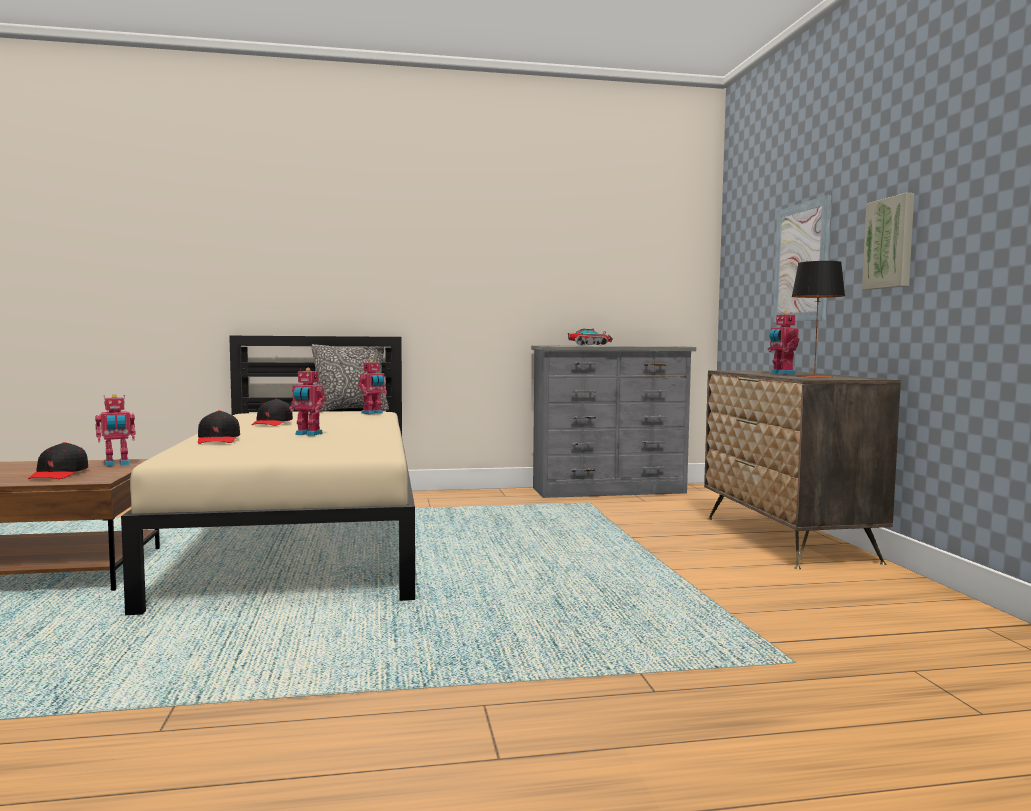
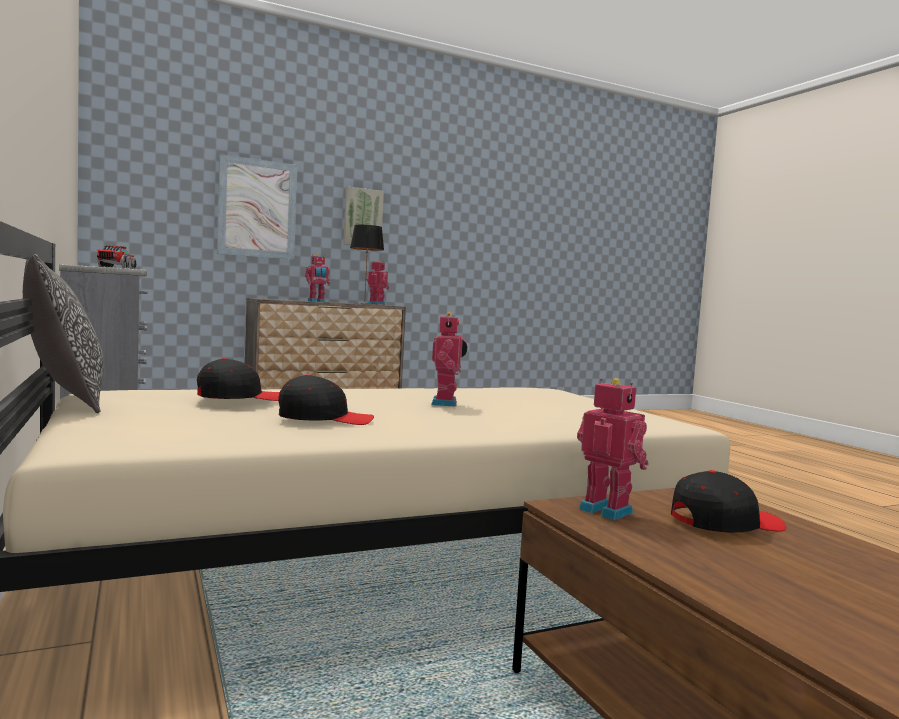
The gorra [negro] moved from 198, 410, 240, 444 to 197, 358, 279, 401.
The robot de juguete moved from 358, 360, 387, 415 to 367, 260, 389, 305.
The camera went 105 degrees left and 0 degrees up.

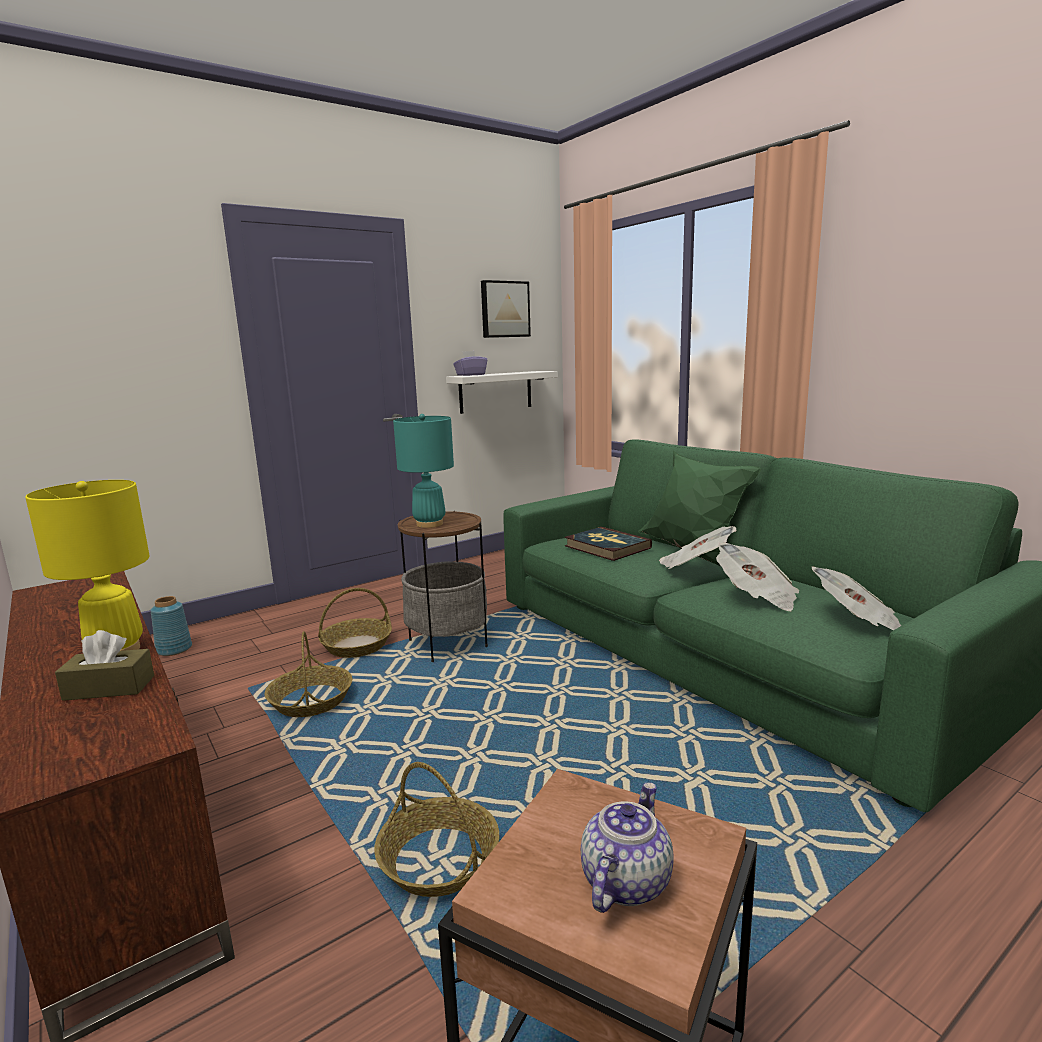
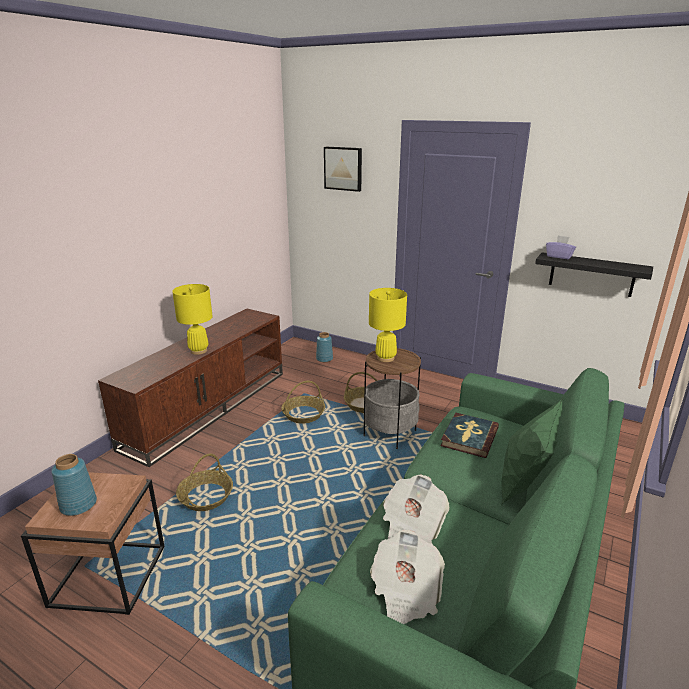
The caja de pañuelos [marrón] at 55, 630, 154, 701 disappeared.
The lámpara de mesa [turquesa] at 393, 414, 454, 528 became the lámpara de mesa [amarillo] at 369, 288, 407, 362.
The estante [blanco] at 446, 371, 558, 414 became the estante [negro] at 535, 252, 653, 297.
The cuadro moved from 481, 280, 531, 338 to 324, 147, 362, 192.
The tetera at 581, 782, 674, 913 was replaced by the florero [azul] at 51, 454, 97, 516.
The periódico at 659, 526, 736, 569 disappeared.
The camera went 65 degrees right and 10 degrees up.

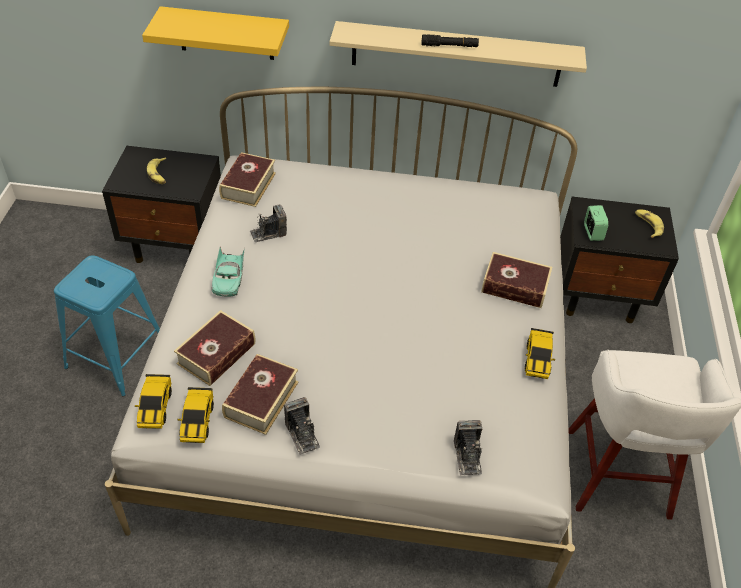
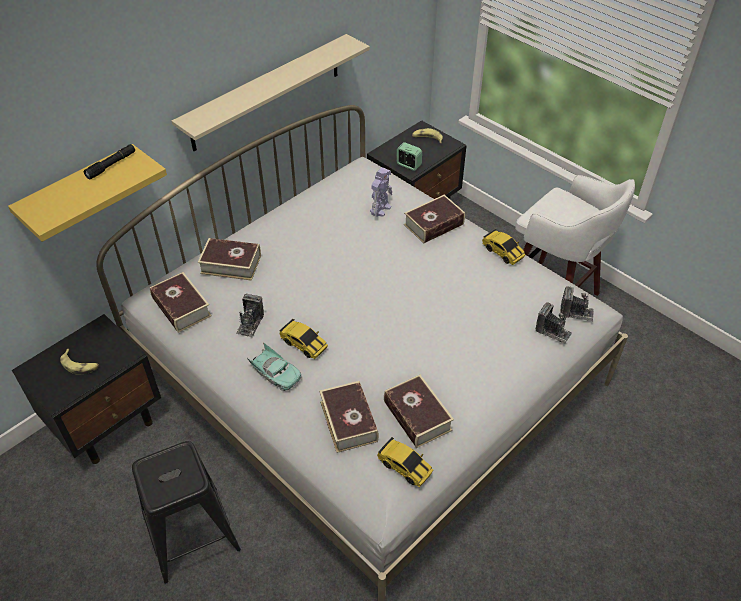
The taburete [azul] at 54, 255, 160, 396 became the taburete [negro] at 132, 441, 241, 584.
The coche de juguete moved from 135, 374, 172, 429 to 279, 319, 328, 359.
The cámara moved from 284, 397, 320, 455 to 561, 286, 594, 321.
The linterna [negro] moved from 422, 34, 479, 47 to 83, 144, 135, 179.
The libro at 198, 238, 261, 281 appeared.
The robot de juguete at 370, 167, 392, 217 appeared.
The camera went 50 degrees left and 0 degrees up.

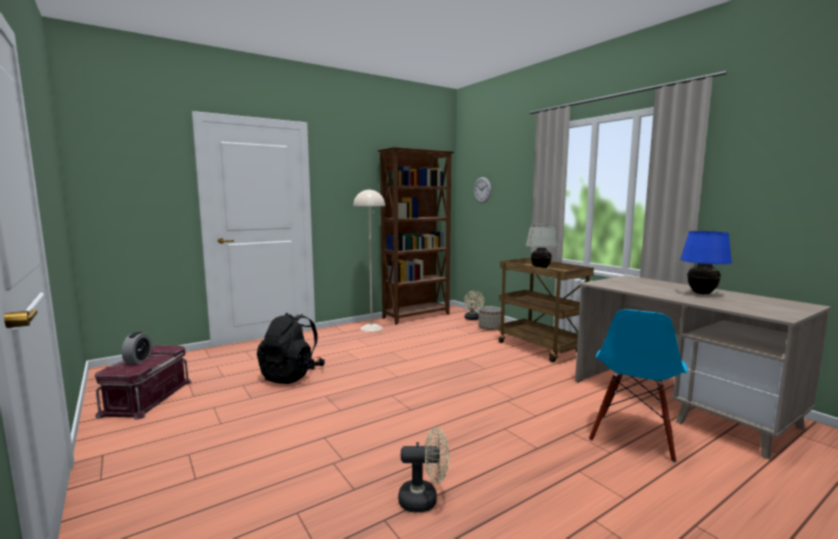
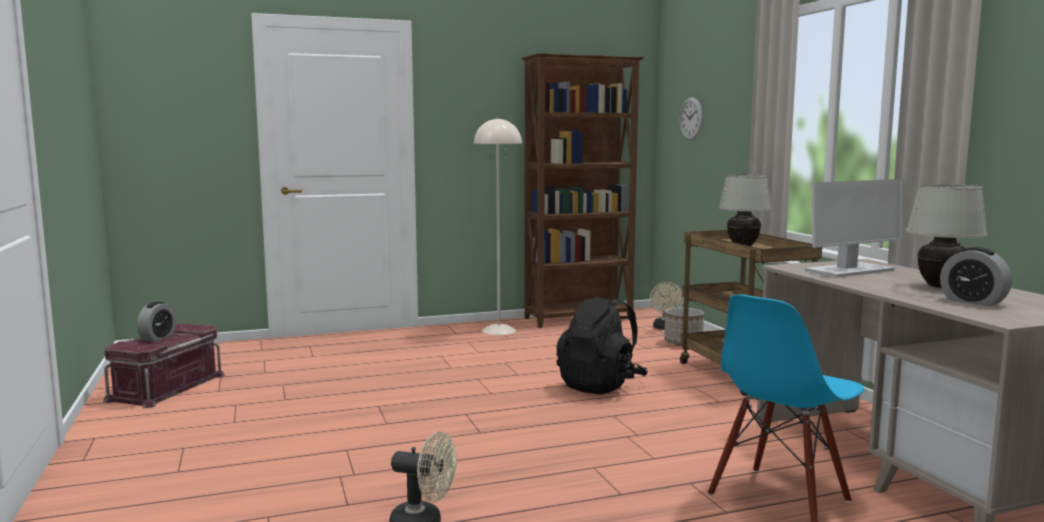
The mochila [negro] moved from 257, 313, 325, 384 to 556, 295, 648, 395.
The lámpara de mesa [azul] at 680, 231, 732, 294 became the lámpara de mesa [blanco] at 906, 184, 987, 288.
The monitor at 805, 179, 905, 278 appeared.
The despertador at 940, 247, 1012, 307 appeared.
The camera went 15 degrees right and 0 degrees up.

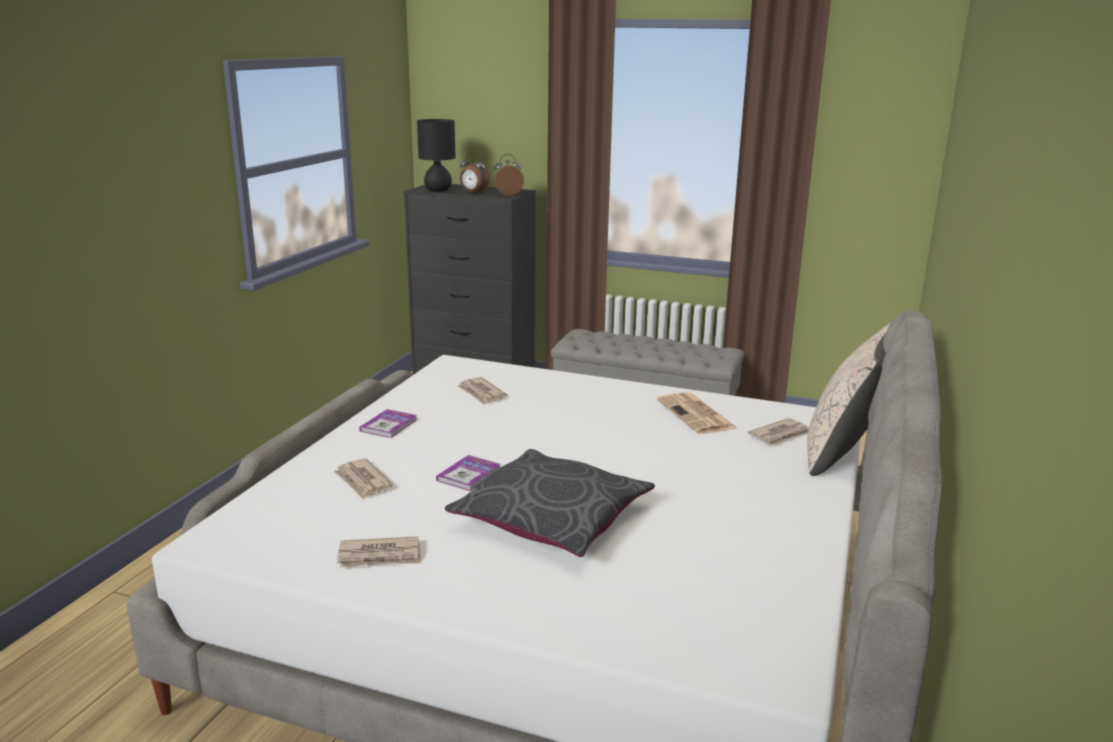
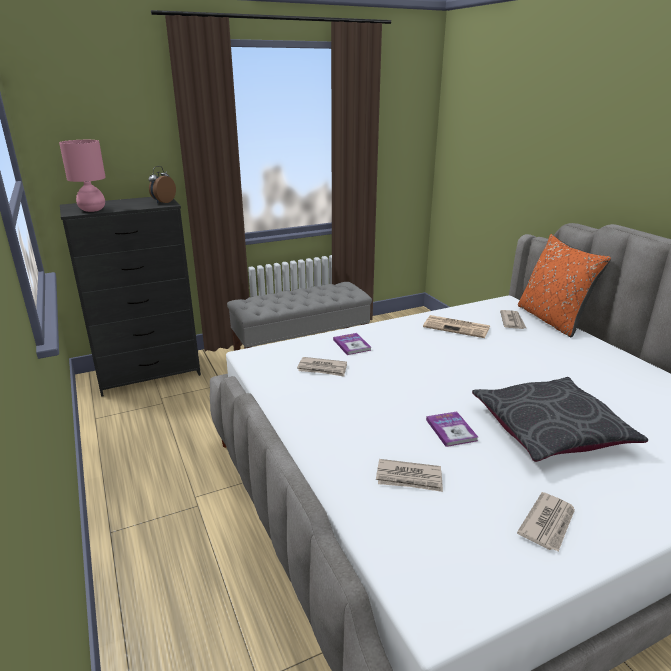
The libro moved from 359, 409, 417, 438 to 333, 333, 371, 355.
The lámpara de mesa [negro] at 417, 119, 456, 192 became the lámpara de mesa [rosa] at 59, 140, 106, 212.
The despertador at 460, 153, 490, 194 disappeared.
The cojín [beis] at 807, 323, 891, 476 became the cojín [naranja] at 518, 234, 611, 338.
The camera went 45 degrees left and 5 degrees up.

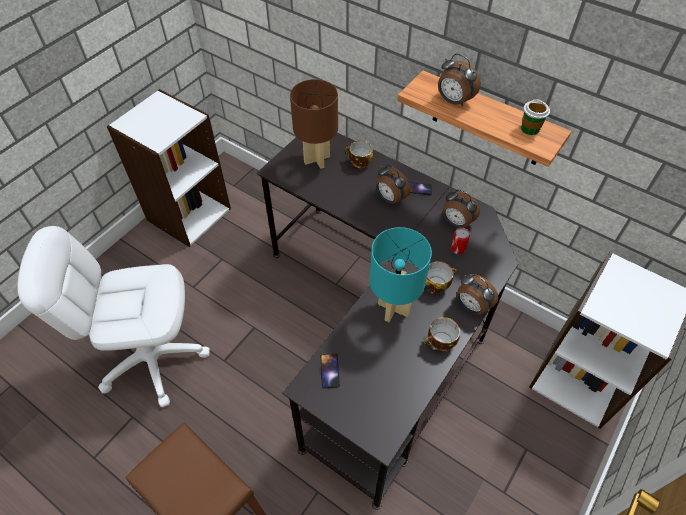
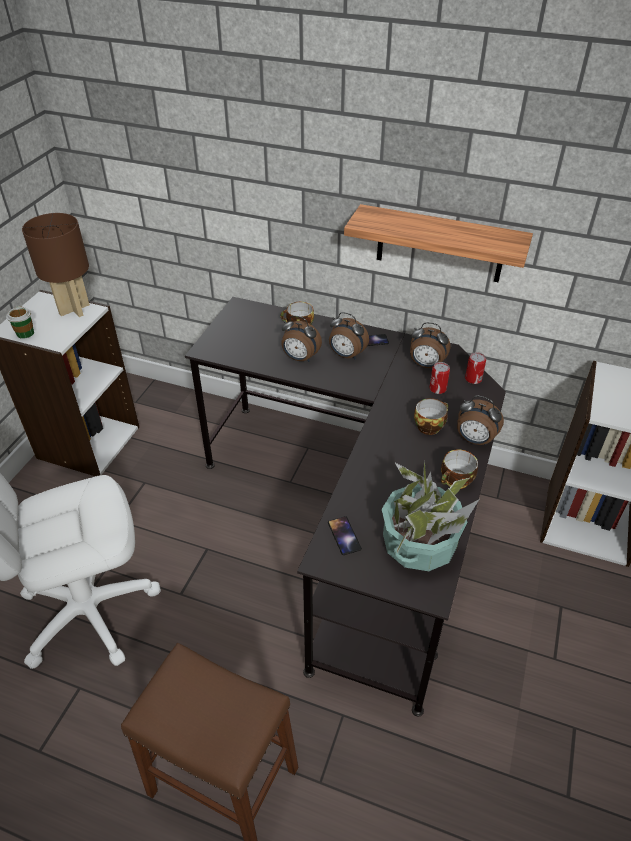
The lámpara de mesa [marrón] moved from 290, 79, 338, 169 to 22, 213, 90, 317.
The lámpara de mesa [turquesa] at 369, 227, 432, 322 disappeared.
The despertador moved from 438, 54, 481, 107 to 281, 315, 322, 362.
The taza moved from 521, 99, 550, 135 to 6, 306, 34, 339.
The planta en maceta at 382, 461, 479, 571 appeared.
The lata at 465, 352, 486, 384 appeared.
The camera went 15 degrees left and 10 degrees down.

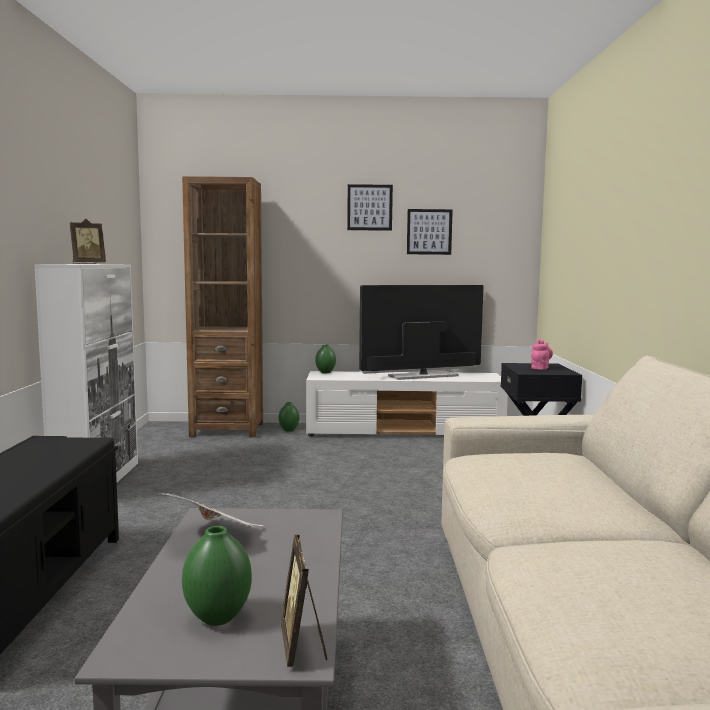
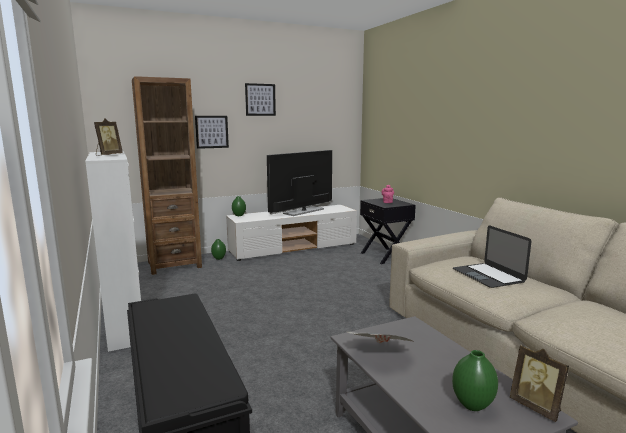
The cuadro moved from 407, 209, 453, 255 to 195, 116, 229, 149.
The portátil at 453, 226, 532, 288 appeared.
The camera went 25 degrees left and 5 degrees up.

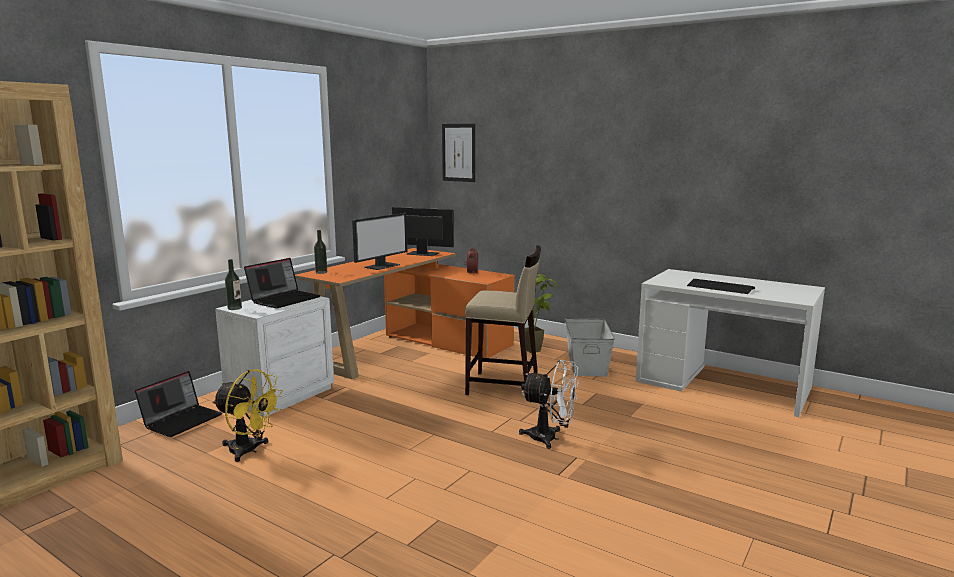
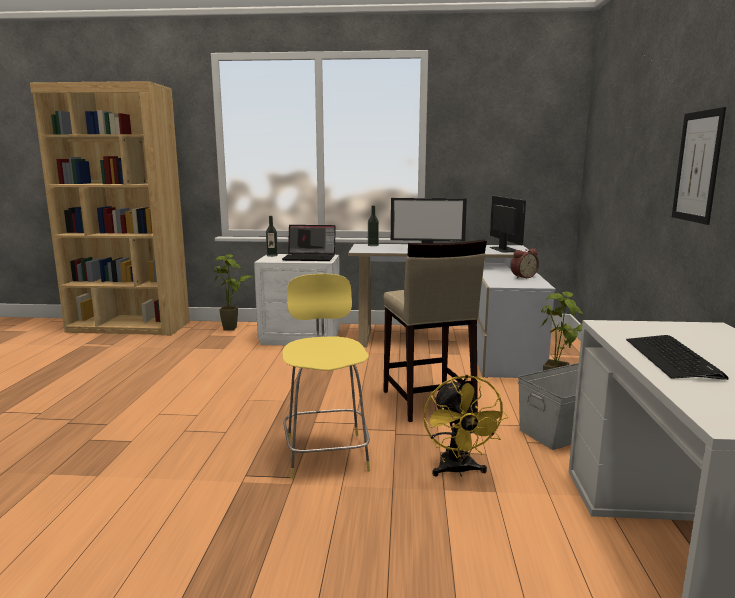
The portátil at 135, 371, 222, 437 was replaced by the planta en maceta at 213, 254, 254, 331.
The ventilador [amarillo] moved from 212, 369, 283, 462 to 423, 375, 508, 477.
The escritorio [naranja] at 295, 248, 515, 379 became the escritorio [blanco] at 348, 244, 555, 378.
The cuadro moved from 442, 124, 475, 182 to 672, 107, 726, 225.
The ventilador [blanco] at 519, 360, 579, 449 was replaced by the taburete [amarillo] at 282, 274, 370, 479.
The camera went 60 degrees right and 0 degrees up.

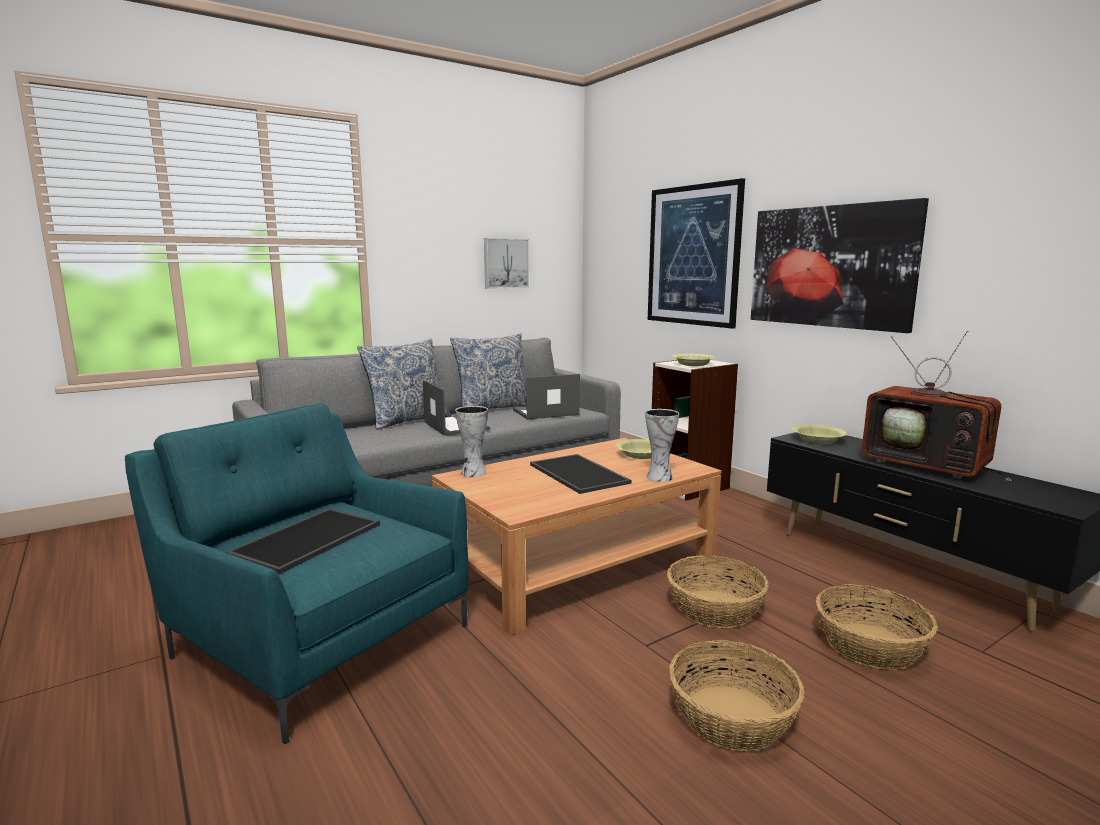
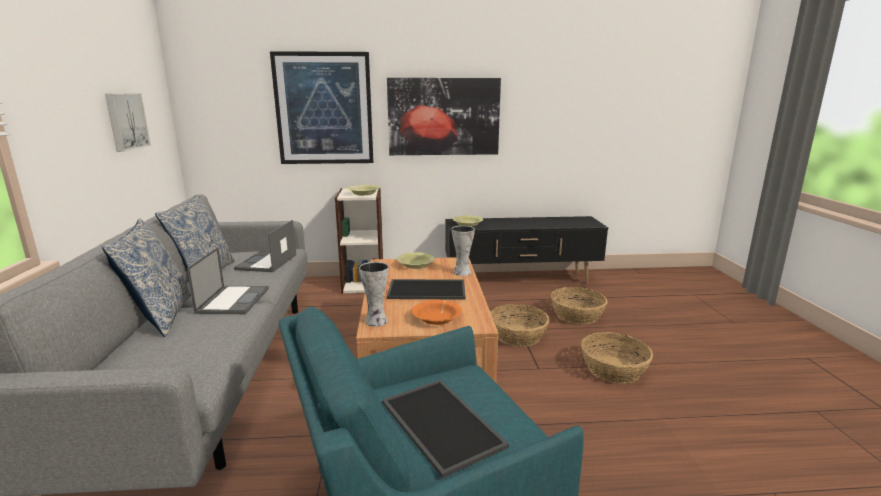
The portátil at 423, 380, 490, 436 turned 90 degrees clockwise.
The televisor at 862, 331, 1012, 481 disappeared.
The cuenco [naranja] at 412, 300, 462, 325 appeared.
The camera went 60 degrees left and 5 degrees up.

